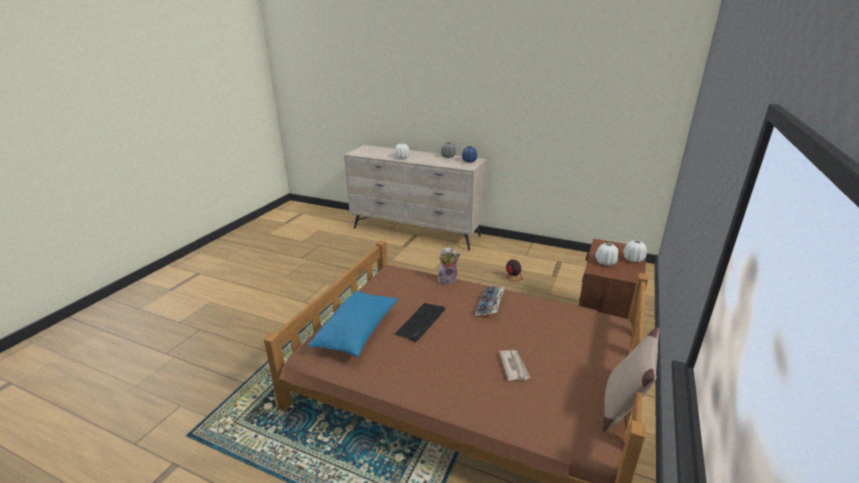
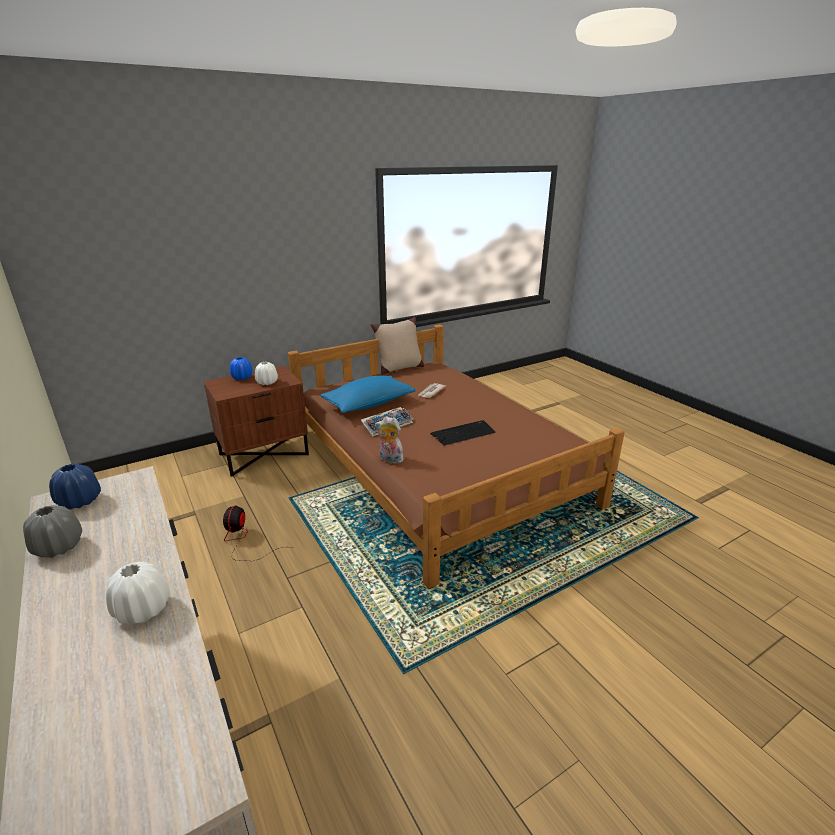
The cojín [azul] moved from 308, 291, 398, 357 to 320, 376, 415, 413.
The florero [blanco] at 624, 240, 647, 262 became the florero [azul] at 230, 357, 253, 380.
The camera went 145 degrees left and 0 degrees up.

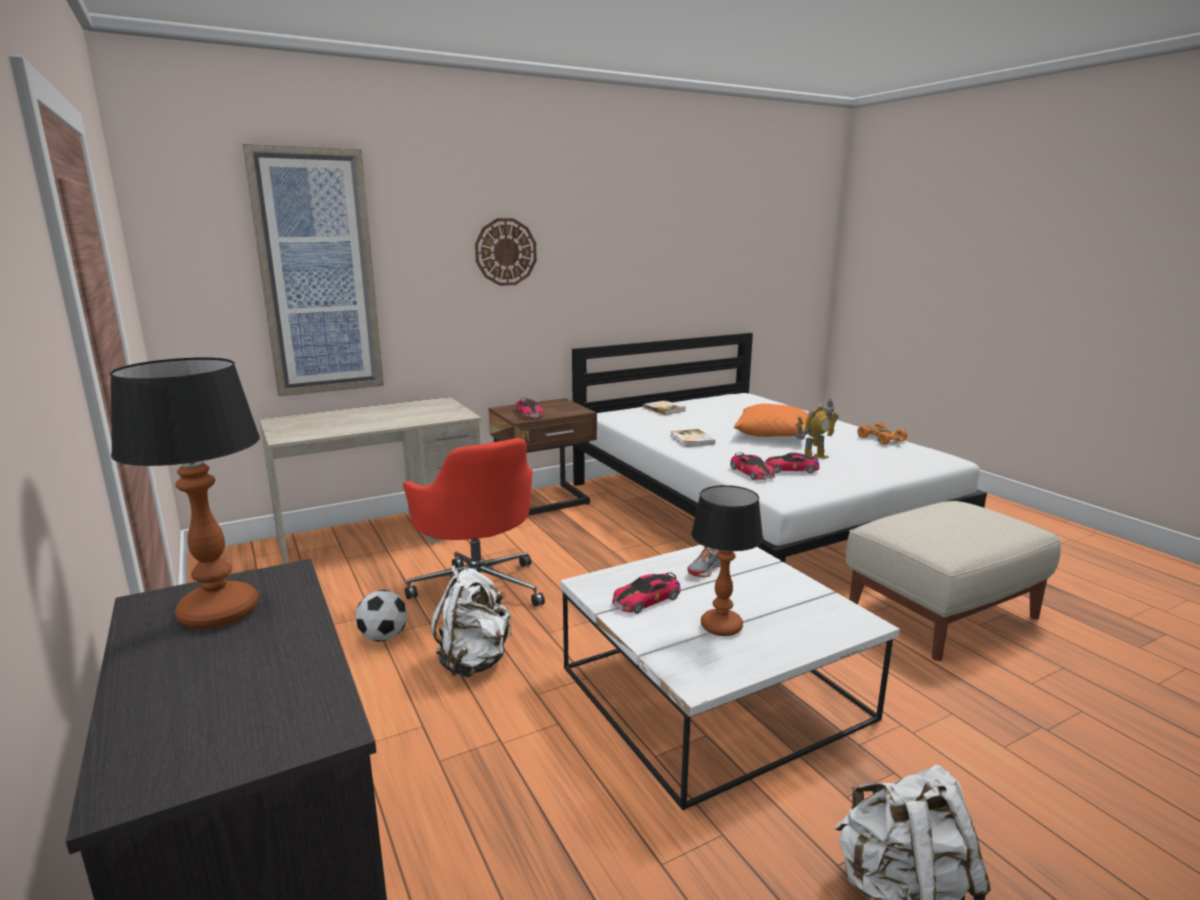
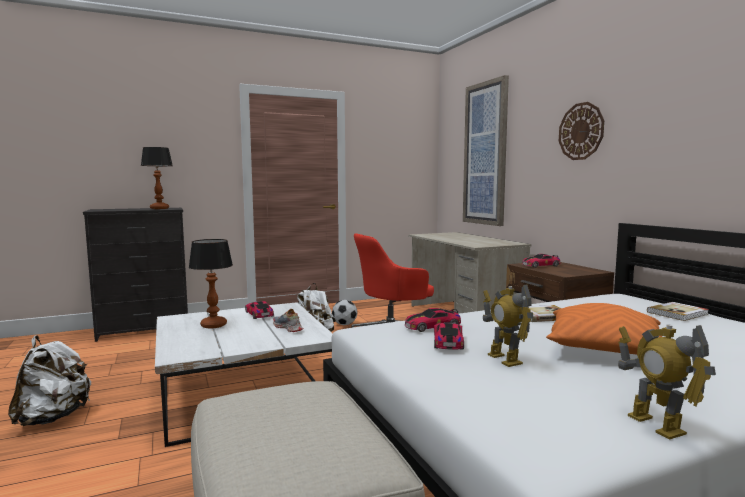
The coche de juguete [naranja] at 857, 422, 907, 445 was replaced by the robot de juguete at 618, 325, 716, 440.
The camera went 95 degrees right and 10 degrees down.

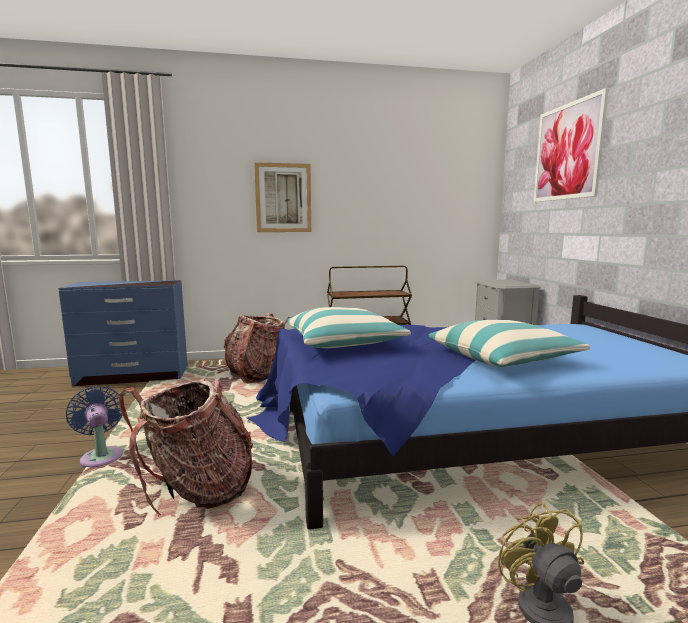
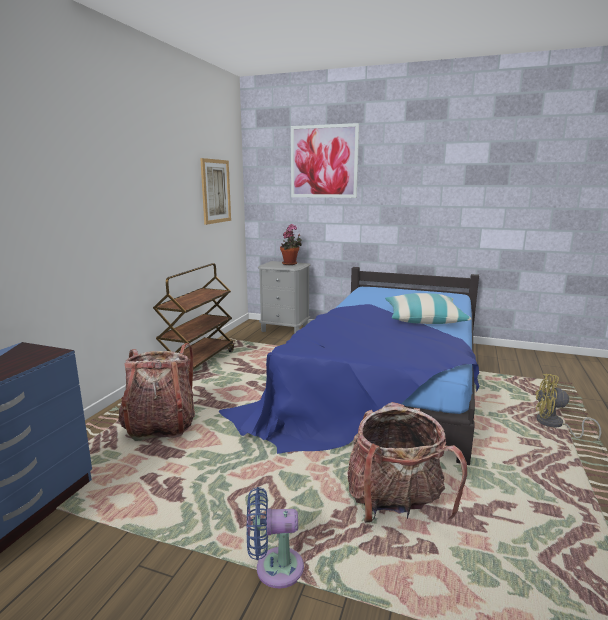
The cuadro moved from 254, 162, 311, 232 to 200, 158, 231, 225.
The cojín at 287, 307, 411, 348 disappeared.
The planta en maceta at 280, 224, 302, 265 appeared.
The camera went 60 degrees left and 5 degrees up.

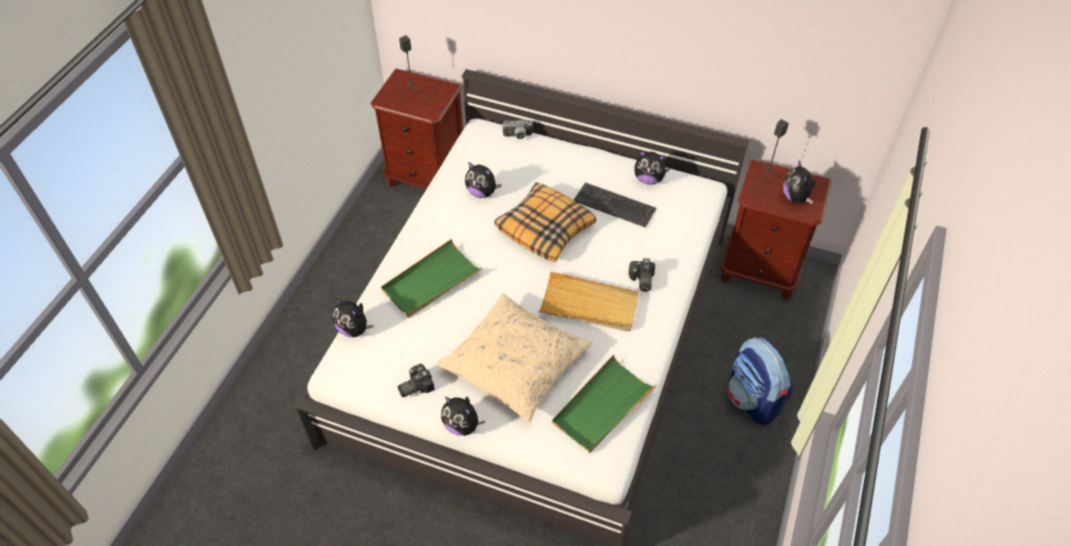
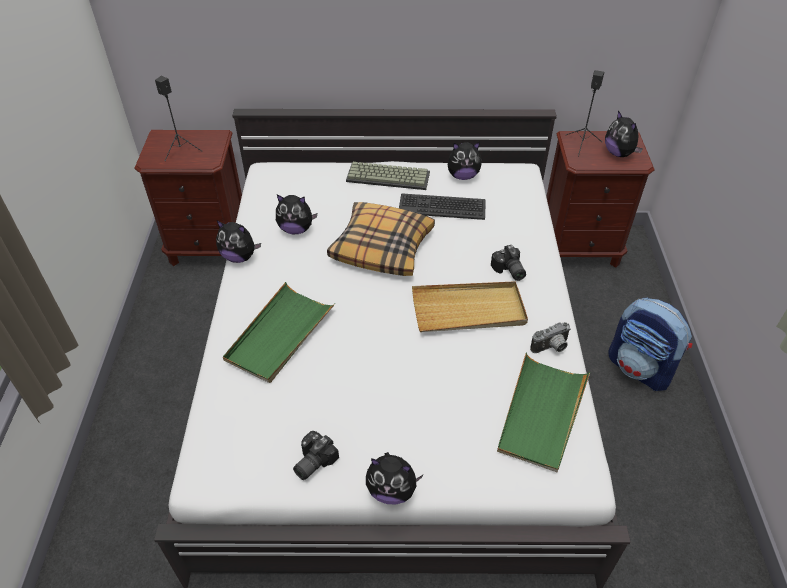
The peluche moved from 333, 298, 373, 337 to 216, 220, 261, 263.
The cojín [beis] at 437, 294, 592, 422 disappeared.
The cámara moved from 503, 119, 533, 139 to 530, 322, 571, 353.
The teclado at 346, 162, 430, 190 appeared.
The camera went 20 degrees left and 5 degrees down.

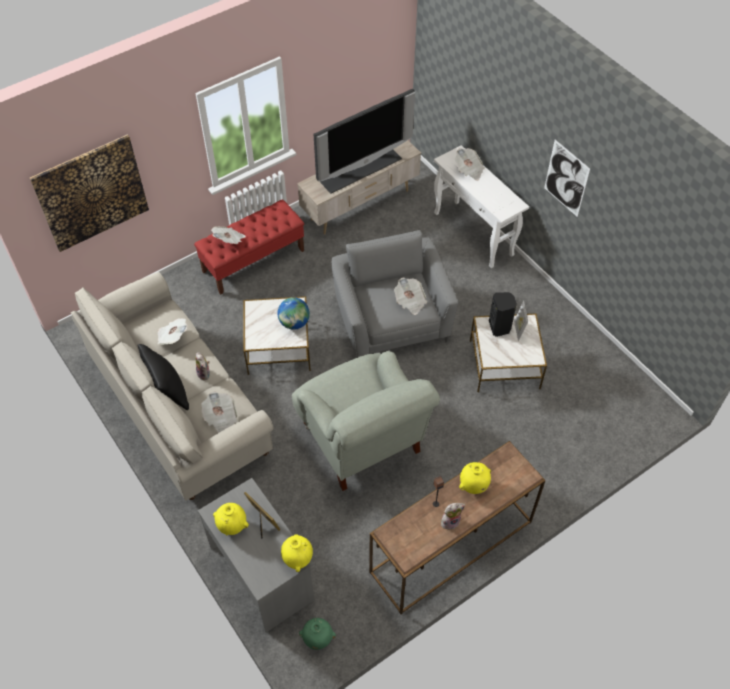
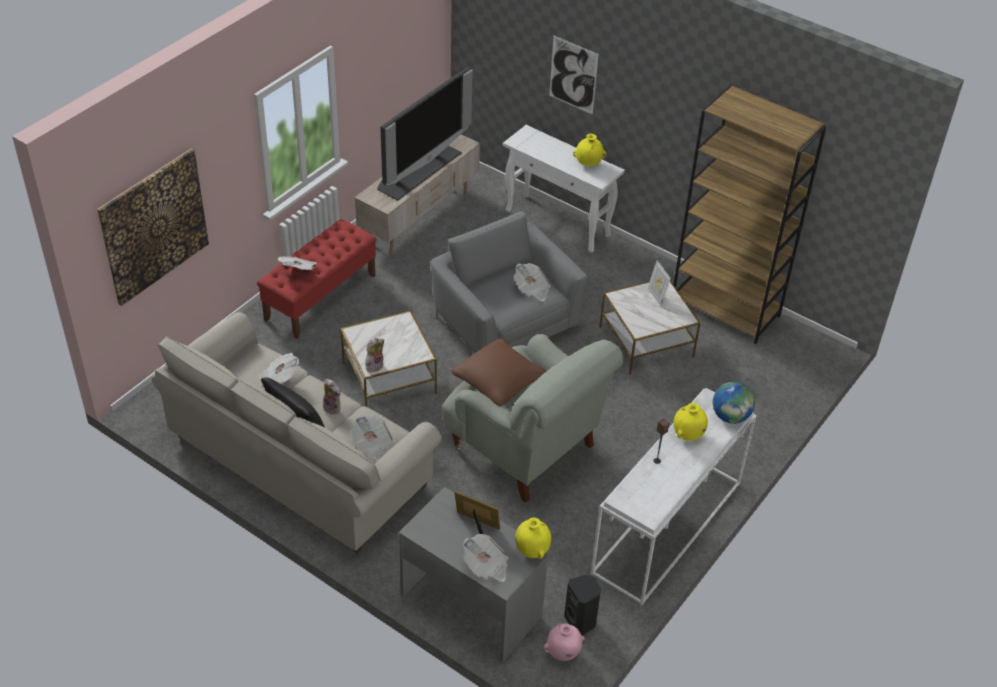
The florero [amarillo] moved from 213, 503, 249, 535 to 573, 134, 606, 167.
The globo terráqueo moved from 277, 297, 310, 330 to 713, 382, 755, 424.
The florero [verde] at 299, 618, 336, 650 became the florero [rosa] at 544, 623, 585, 661.
The mesa consola [marrón] at 369, 441, 546, 614 became the mesa consola [blanco] at 590, 388, 757, 605.
The peluche moved from 441, 503, 465, 530 to 365, 338, 384, 372.
The periódico moved from 455, 148, 485, 181 to 463, 534, 509, 582.
The altavoz [negro] moved from 489, 292, 517, 337 to 564, 575, 601, 635.
The cuadro moved from 544, 140, 590, 217 to 549, 36, 599, 115.
The cojín [marrón] at 451, 338, 546, 406 appeared.
The estantería [marrón] at 673, 86, 827, 344 appeared.
The camera went 20 degrees left and 10 degrees down.

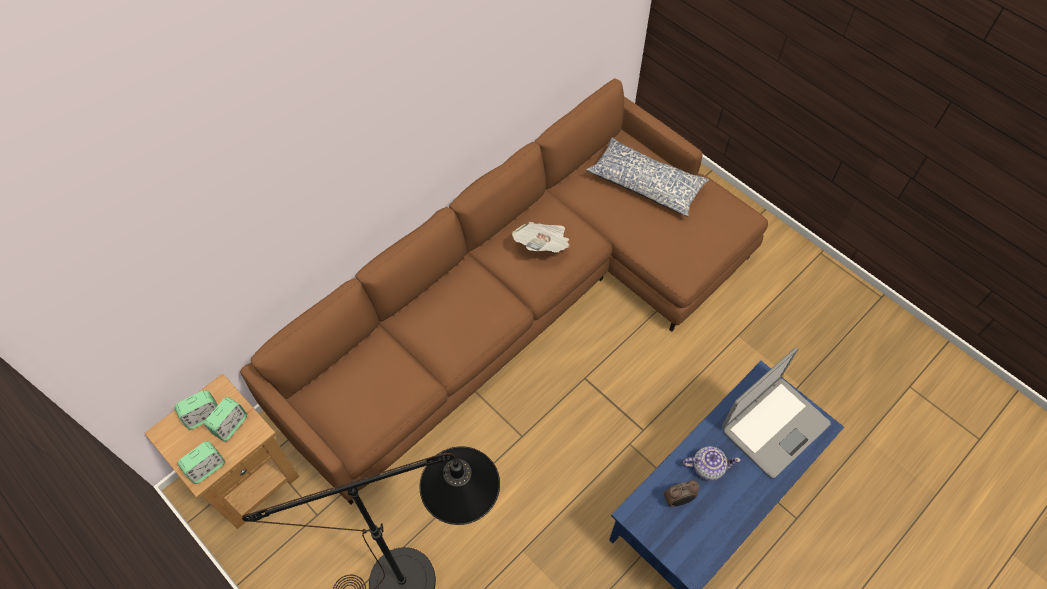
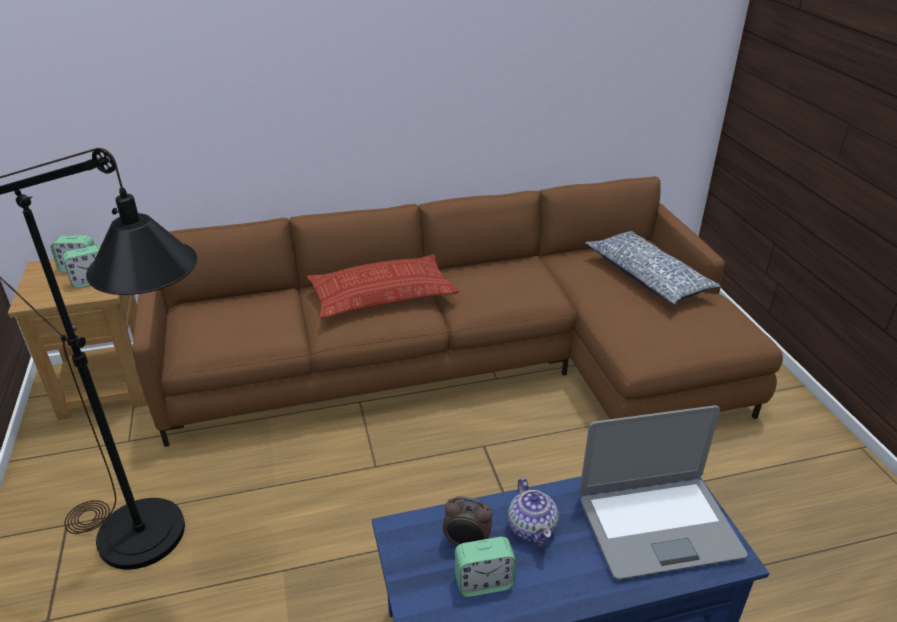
The despertador moved from 178, 441, 225, 484 to 455, 537, 516, 597.
The periódico at 512, 222, 570, 252 disappeared.
The tetera at 683, 446, 741, 481 turned 45 degrees clockwise.
The cojín at 307, 254, 459, 319 appeared.
The camera went 30 degrees right and 25 degrees down.

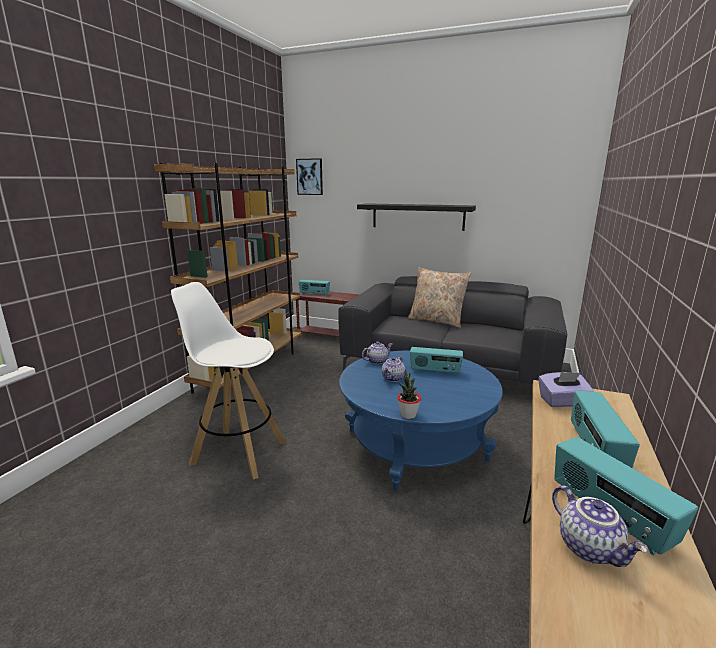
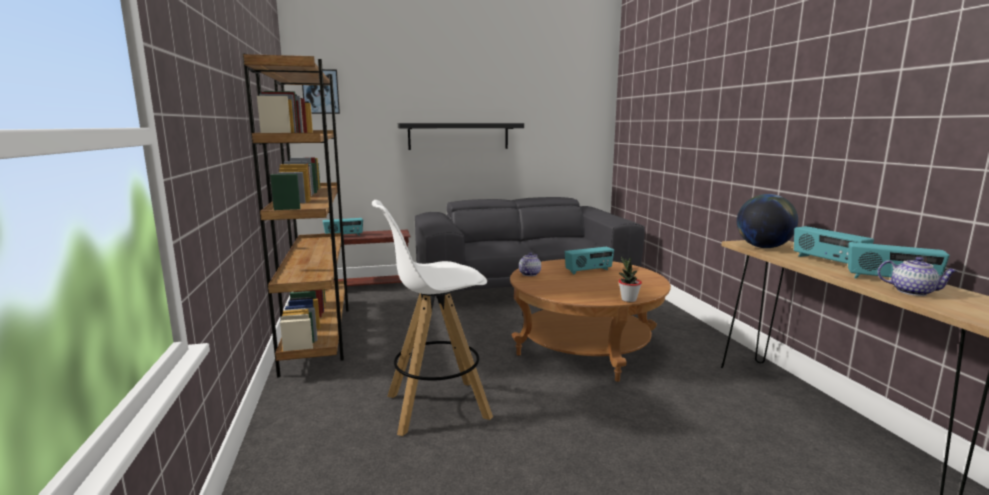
The mesa de centro [azul] at 339, 350, 503, 491 became the mesa de centro [marrón] at 510, 259, 671, 382.
The tetera at 382, 356, 405, 382 disappeared.
The cojín [beis] at 408, 267, 471, 328 disappeared.
The caja de pañuelos [morado] at 538, 372, 594, 407 was replaced by the globo terráqueo at 737, 194, 798, 248.
The camera went 35 degrees left and 5 degrees down.

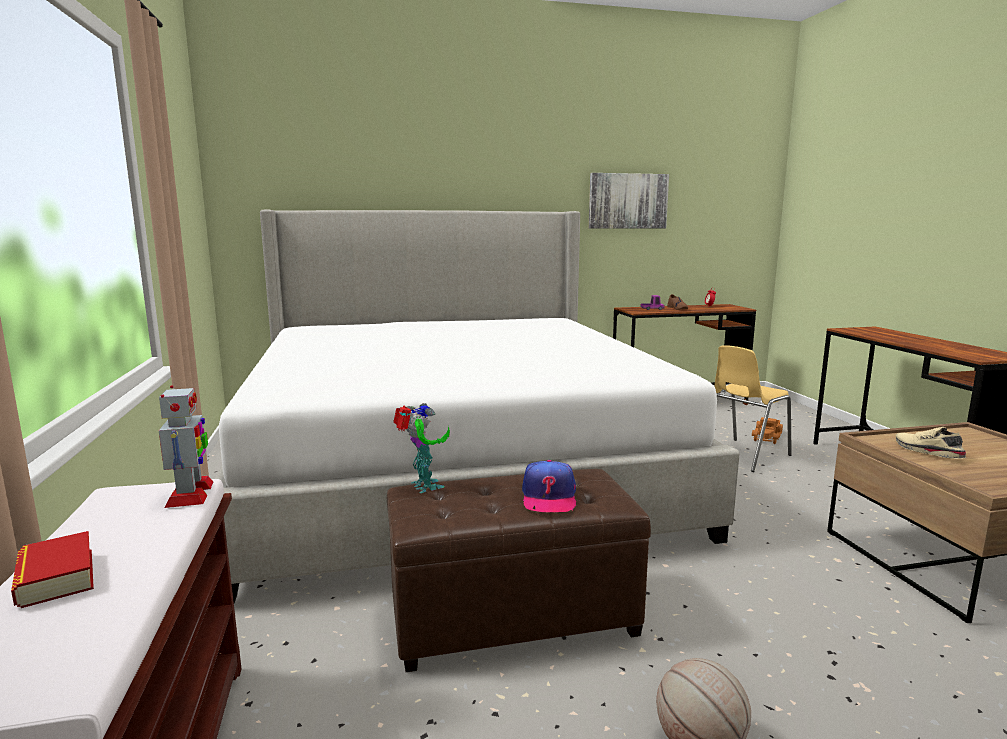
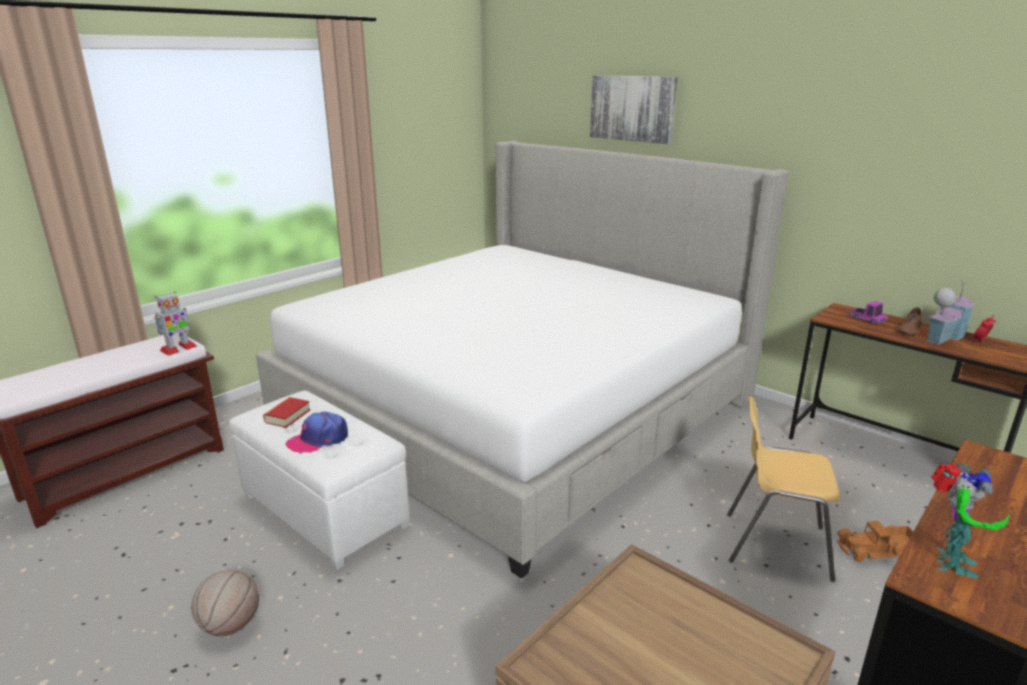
The libro moved from 11, 531, 94, 608 to 263, 397, 311, 428.
The puf [marrón] at 387, 469, 651, 672 became the puf [blanco] at 229, 390, 410, 570.
The robot de juguete moved from 393, 403, 450, 493 to 931, 463, 1010, 579.
The cuadro moved from 589, 173, 669, 229 to 590, 75, 678, 144.
The zapato [beis] at 896, 427, 967, 459 disappeared.
The casita at 927, 280, 976, 345 appeared.
The camera went 55 degrees right and 10 degrees up.

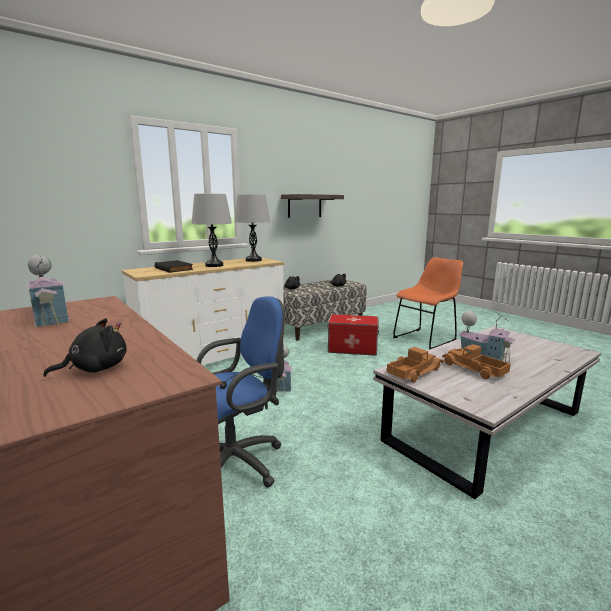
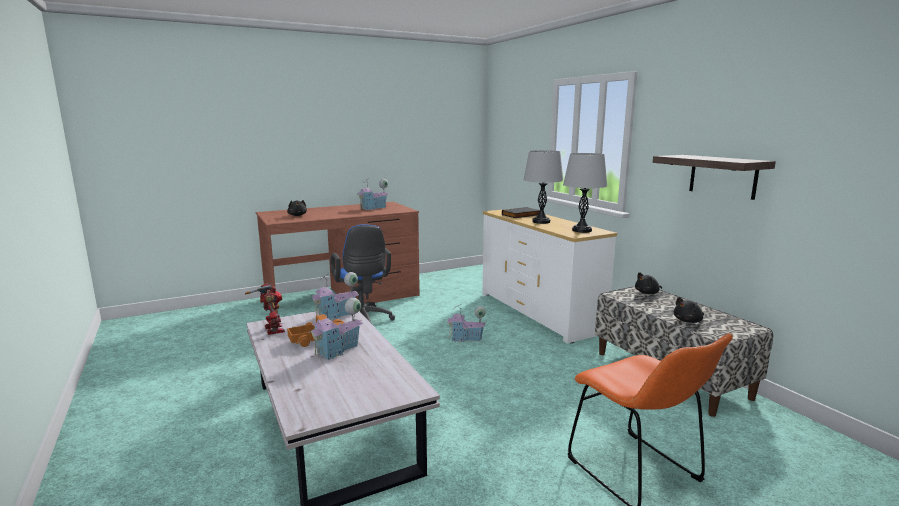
The caja de almacenaje at 328, 314, 379, 356 disappeared.
The camión de juguete at 386, 347, 443, 382 was replaced by the casita at 311, 272, 359, 321.
The robot de juguete at 245, 283, 285, 335 appeared.
The camera went 100 degrees right and 0 degrees up.

